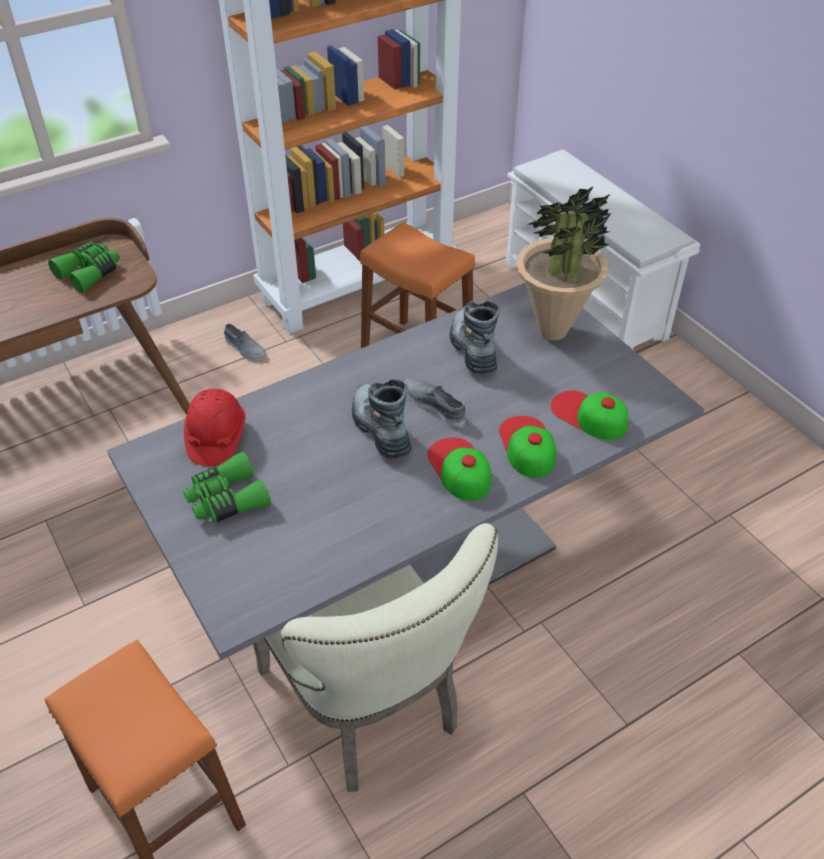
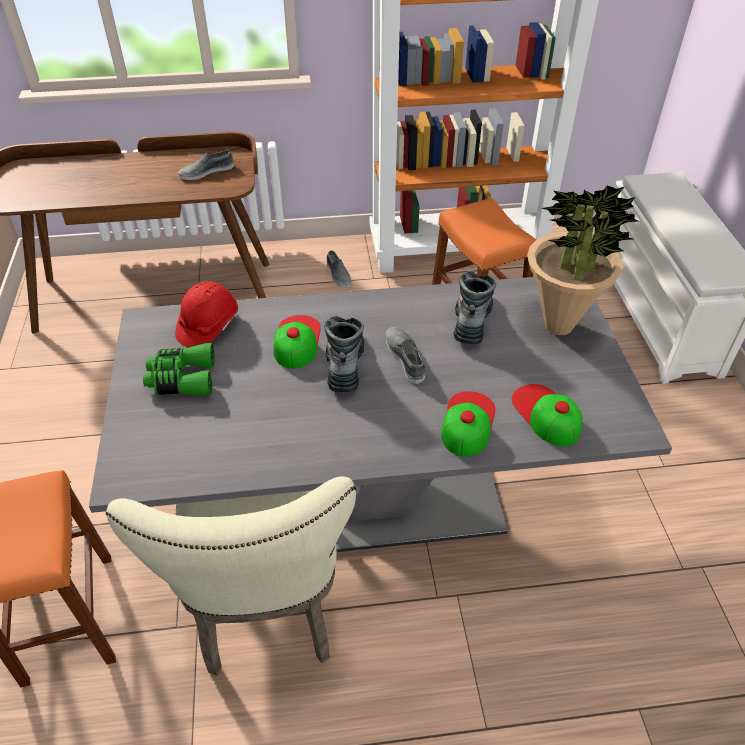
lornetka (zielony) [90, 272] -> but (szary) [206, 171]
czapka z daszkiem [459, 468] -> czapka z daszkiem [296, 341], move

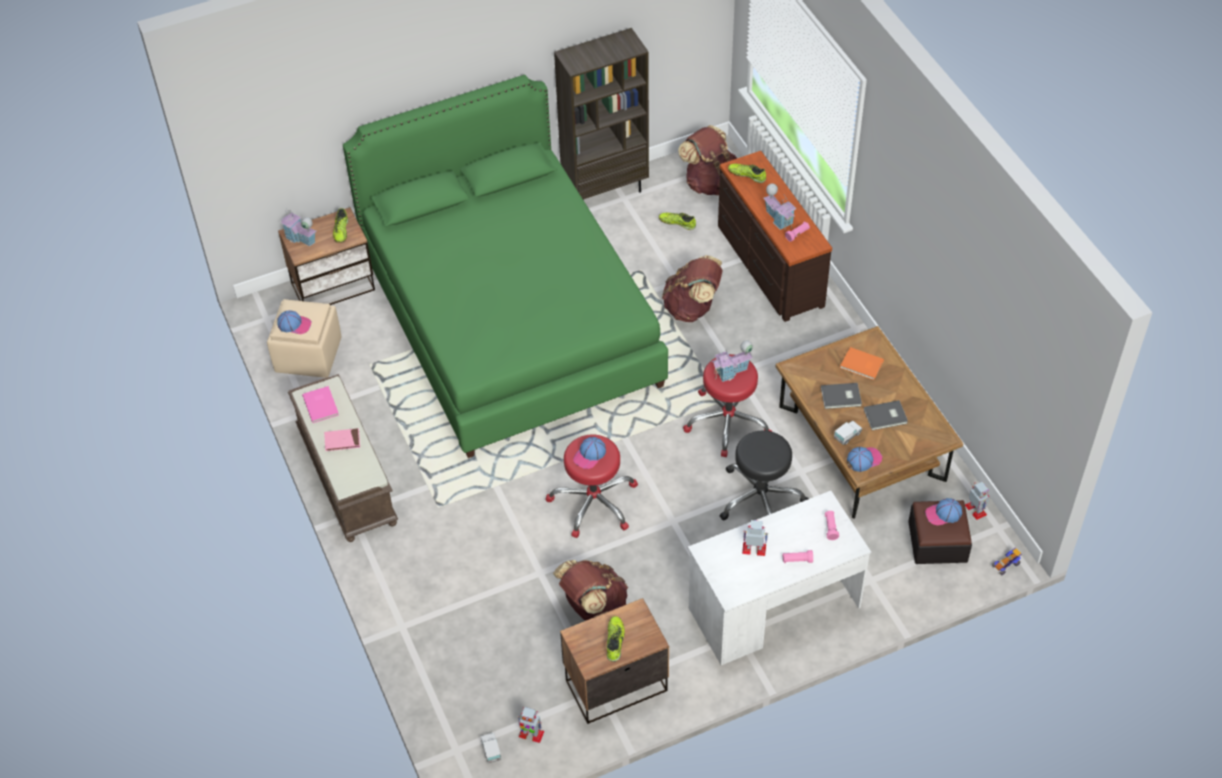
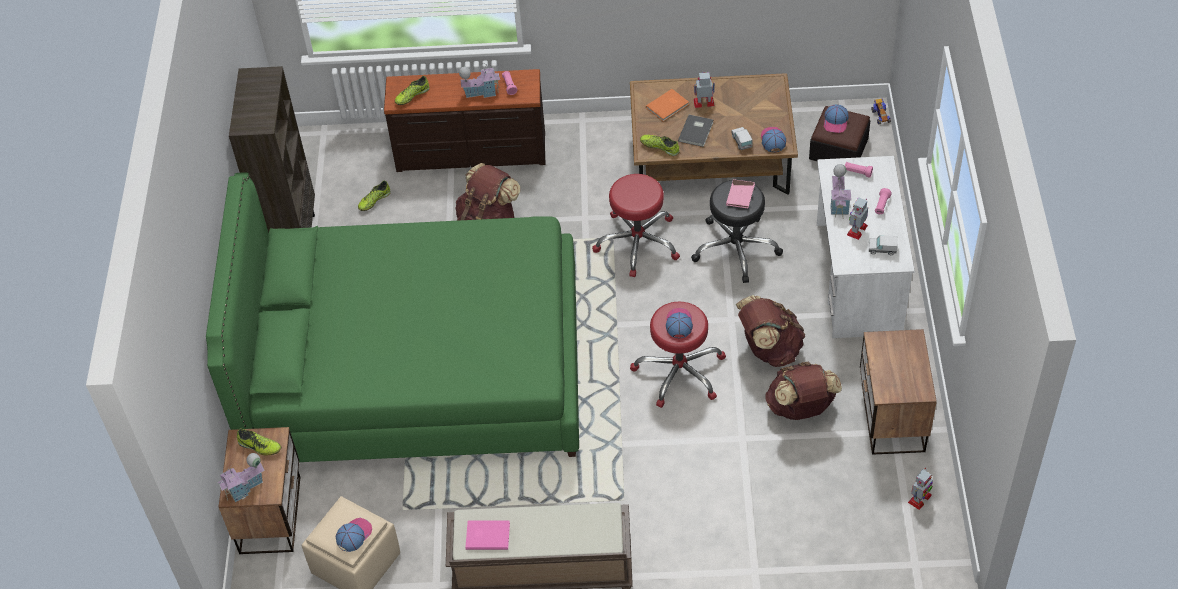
książka (różowy) [342, 441] -> książka (różowy) [740, 195], move
ciężarówka zabawkowa [491, 750] -> ciężarówka zabawkowa [882, 249], move
czapka z daszkiem [589, 455] -> czapka z daszkiem [678, 323], 150 degrees counterclockwise
but [615, 641] -> but [660, 147], move
plecak (brązowy) [710, 182] -> plecak (brązowy) [769, 349], move
domek [732, 371] -> domek [839, 203], move
książka (szary) [886, 417] -> none
robot zabawkowy [976, 510] -> robot zabawkowy [704, 102], move

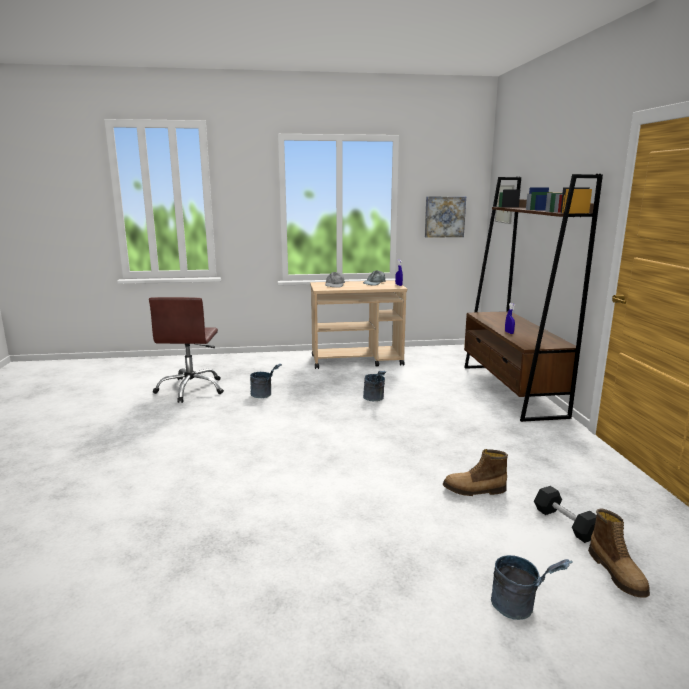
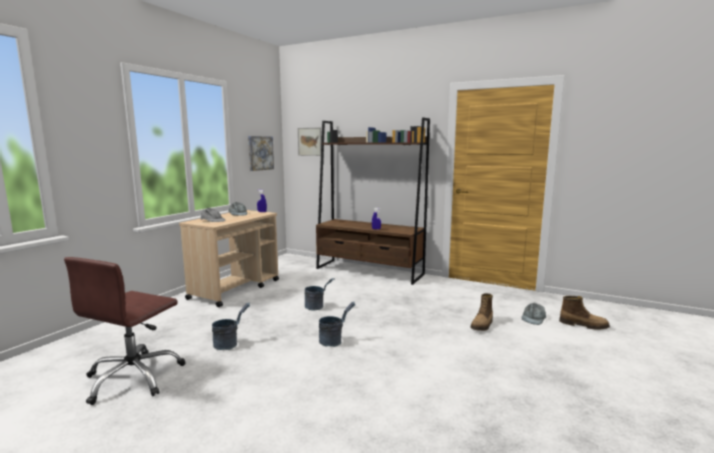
krzesło biurowe (brązowy) [191, 389] -> krzesło biurowe (brązowy) [134, 378], 75 degrees clockwise
wiadro (szary) [520, 607] -> wiadro (szary) [334, 341], move
hantel (czarny) [565, 523] -> czapka z daszkiem (szary) [533, 318]

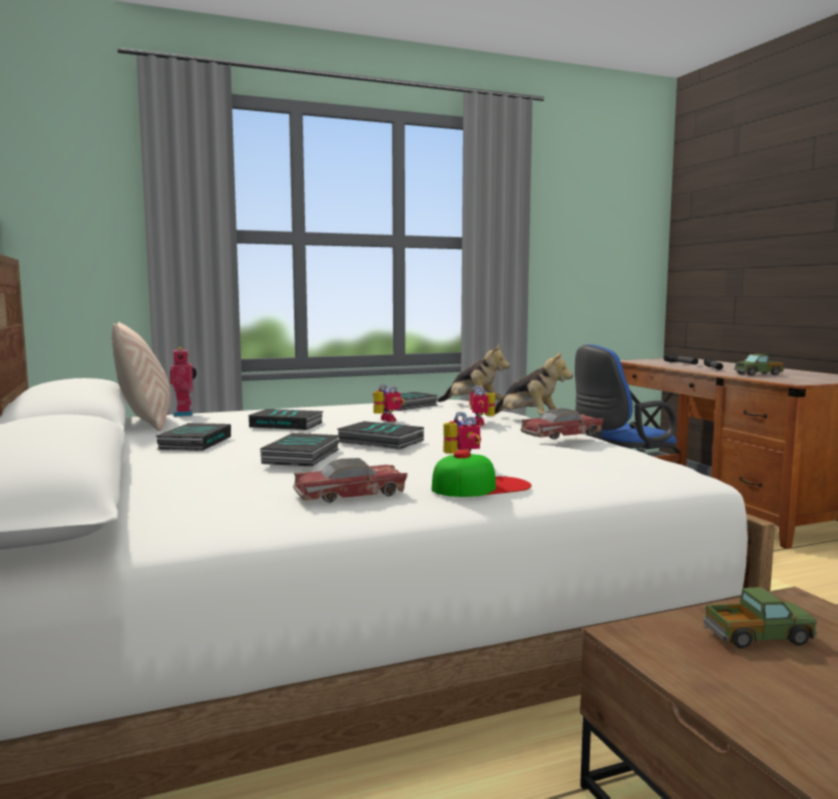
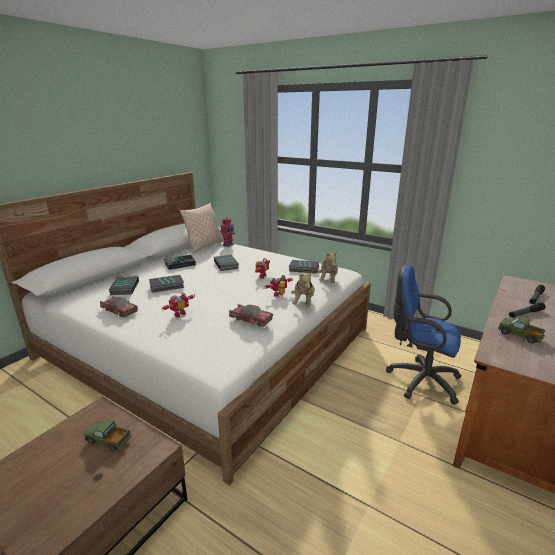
książka [379, 442] -> książka [124, 288], move
czapka z daszkiem [481, 486] -> none
ciężarówka zabawkowa [757, 637] -> ciężarówka zabawkowa [108, 440], 150 degrees clockwise

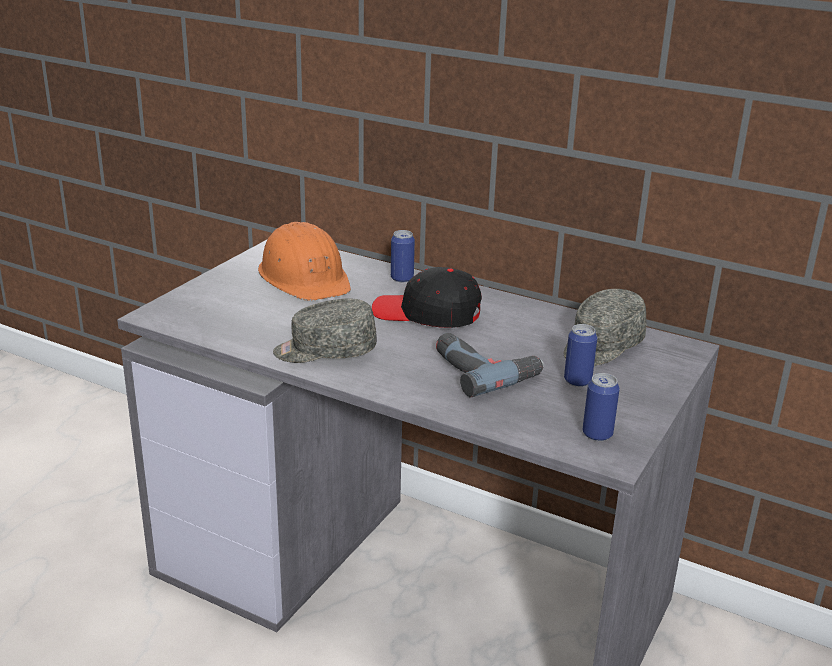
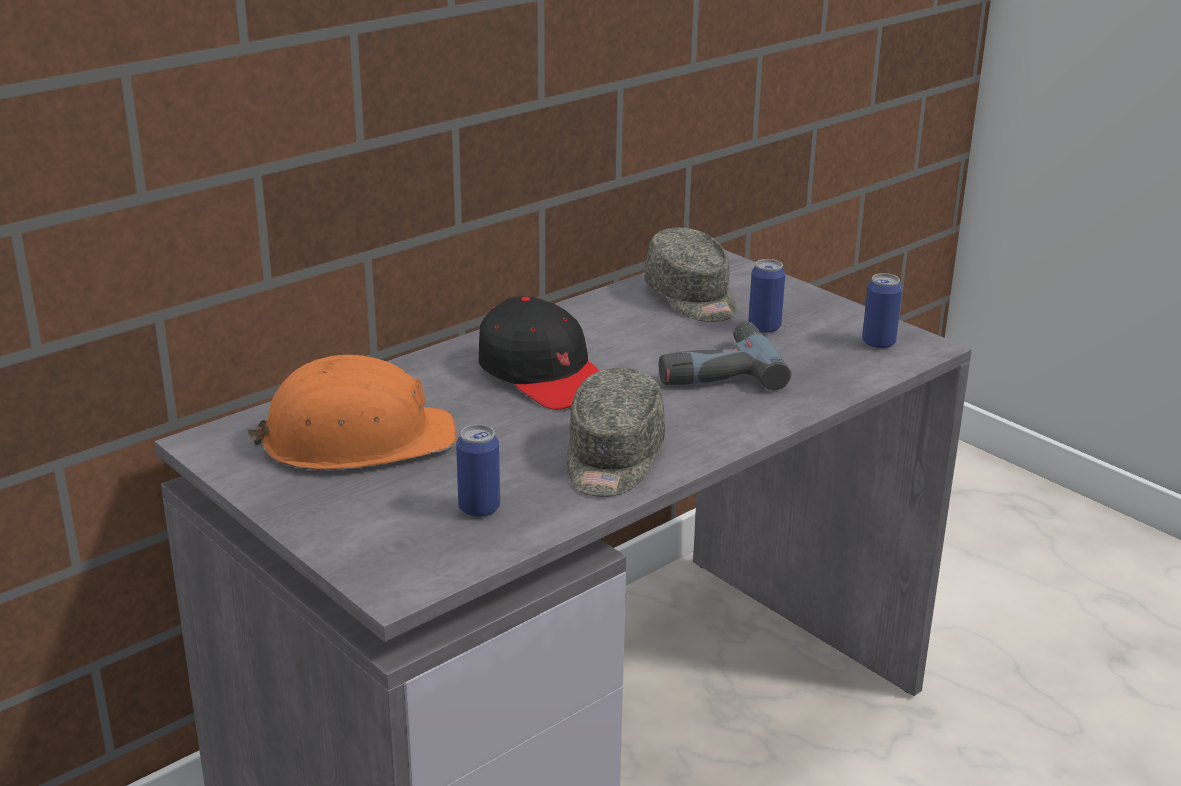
czapka z daszkiem (czarny) [427, 313] -> czapka z daszkiem (czarny) [544, 374], 75 degrees counterclockwise
puszka [402, 278] -> puszka [479, 508], move

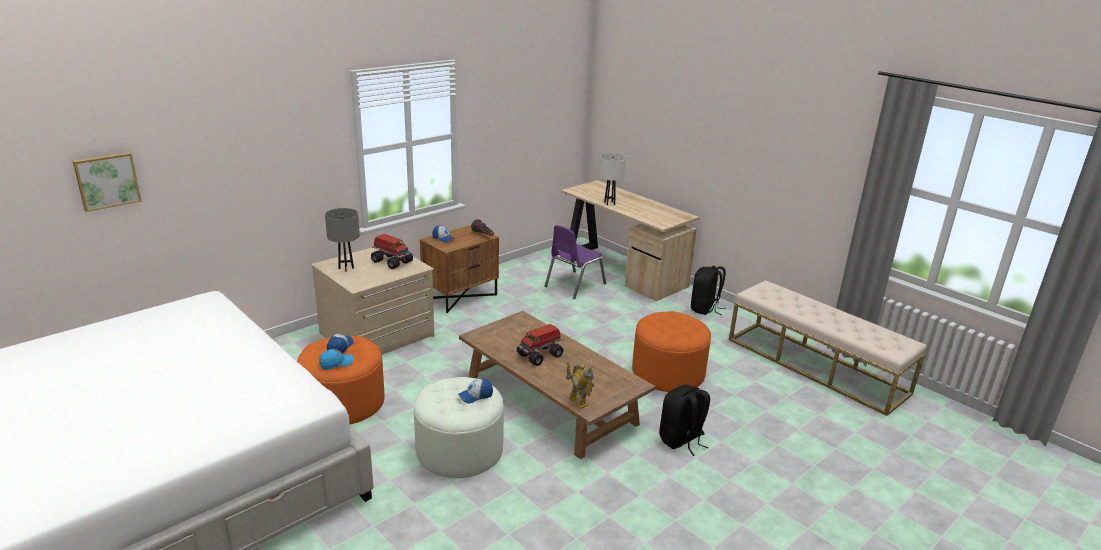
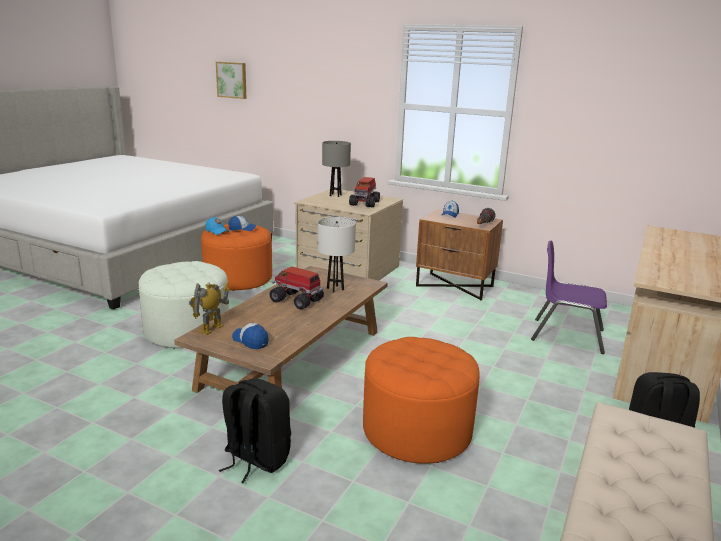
czapka z daszkiem [475, 396] -> czapka z daszkiem [250, 341], move
lampa stołowa (biały) [609, 203] -> lampa stołowa (biały) [335, 289], move

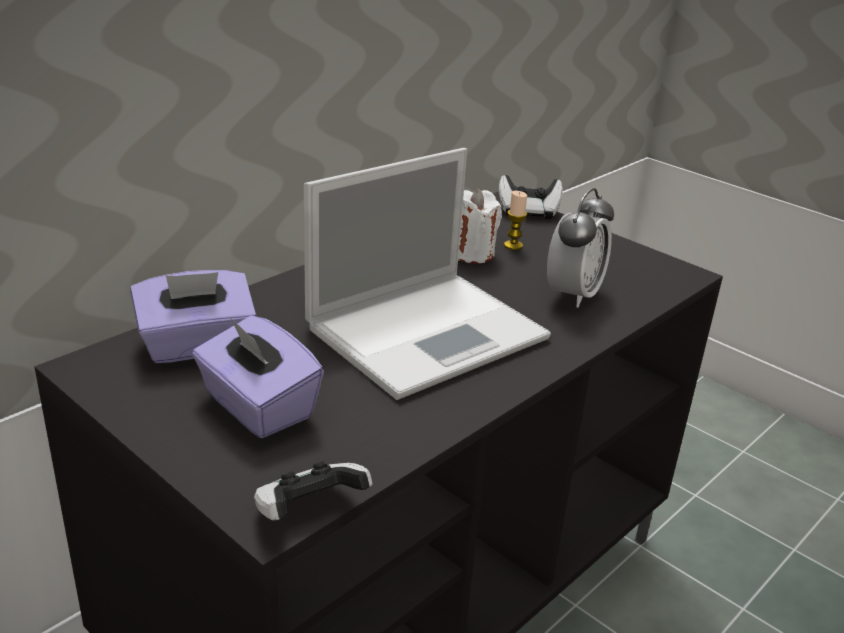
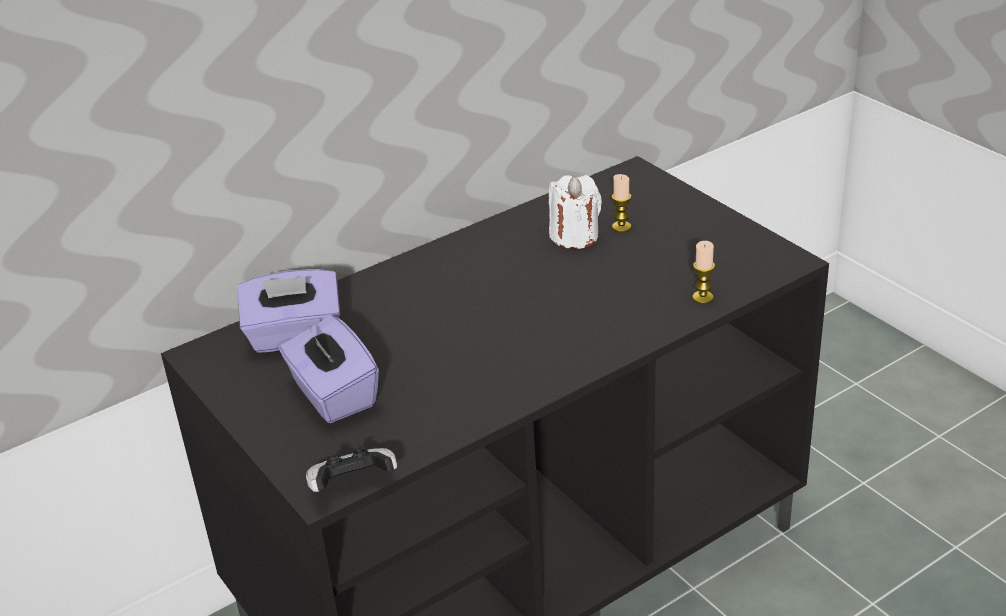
laptop [430, 331] -> none
pad do gier [528, 212] -> none
budzik [573, 294] -> none
none -> świeca [702, 298]

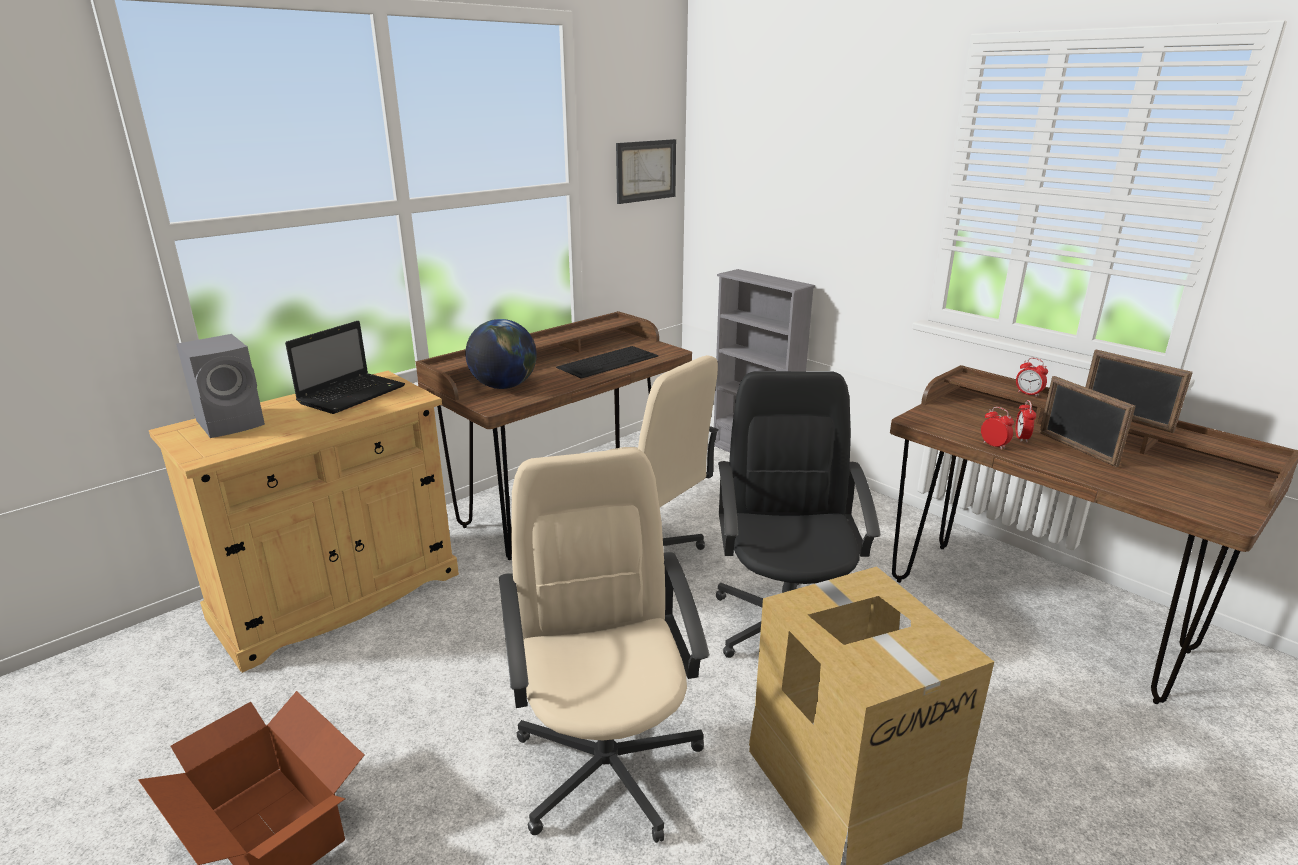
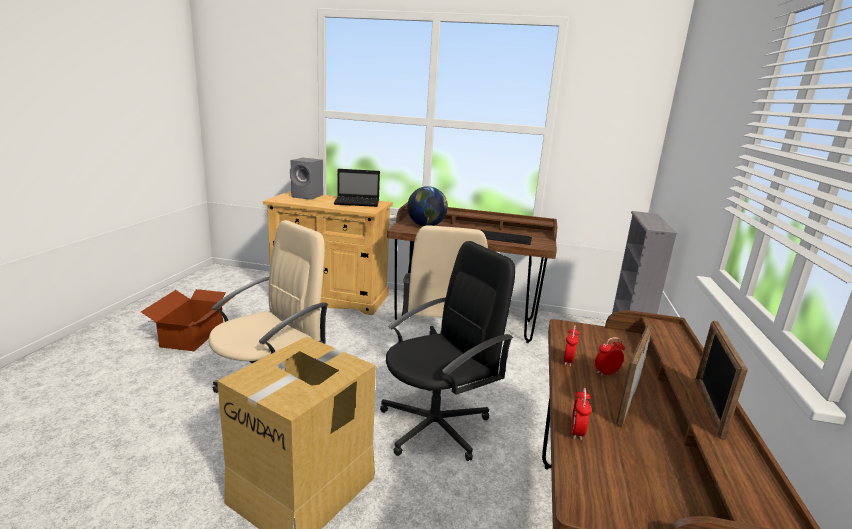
obraz [646, 171] -> none
budzik [1028, 394] -> budzik [577, 432], move

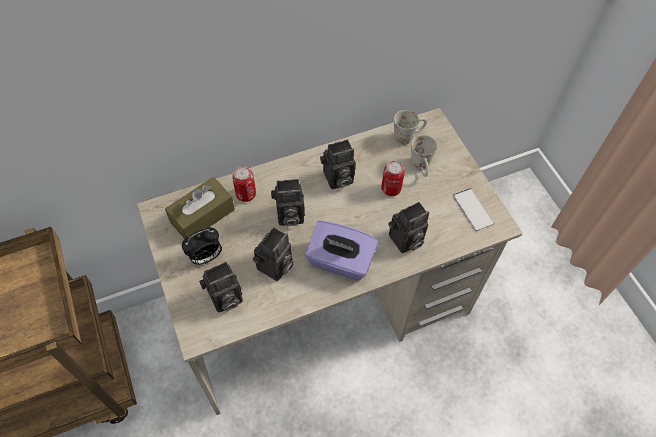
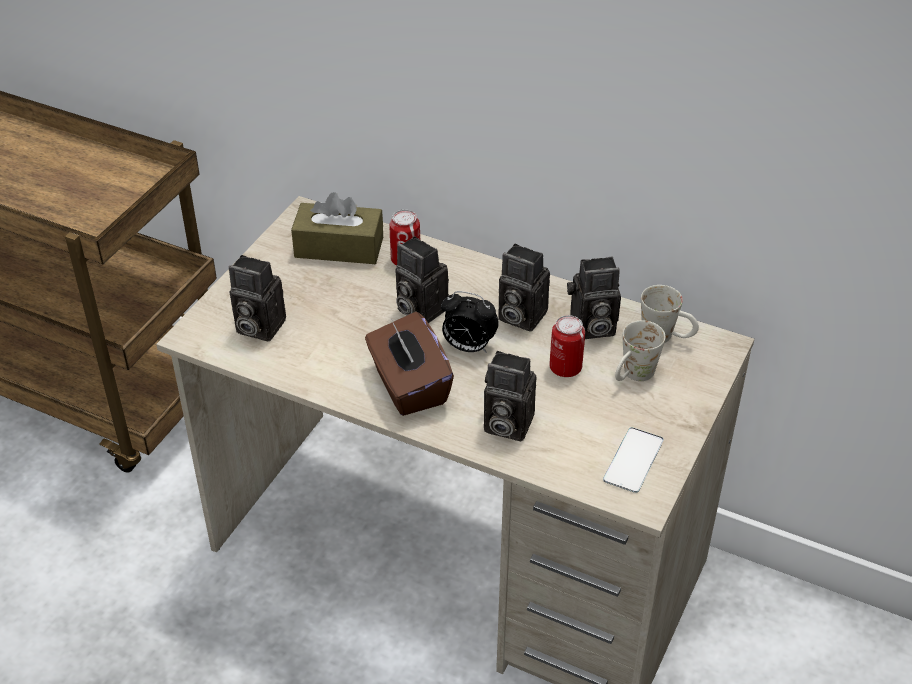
budzik [206, 257] -> budzik [468, 347], move
aparat fotograficzny [275, 268] -> aparat fotograficzny [590, 328], move
pudełko chusteczek (fioletowy) [340, 261] -> pudełko chusteczek (brązowy) [408, 386]

